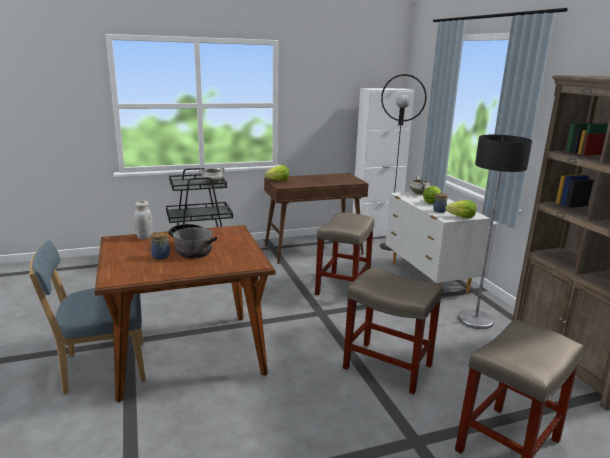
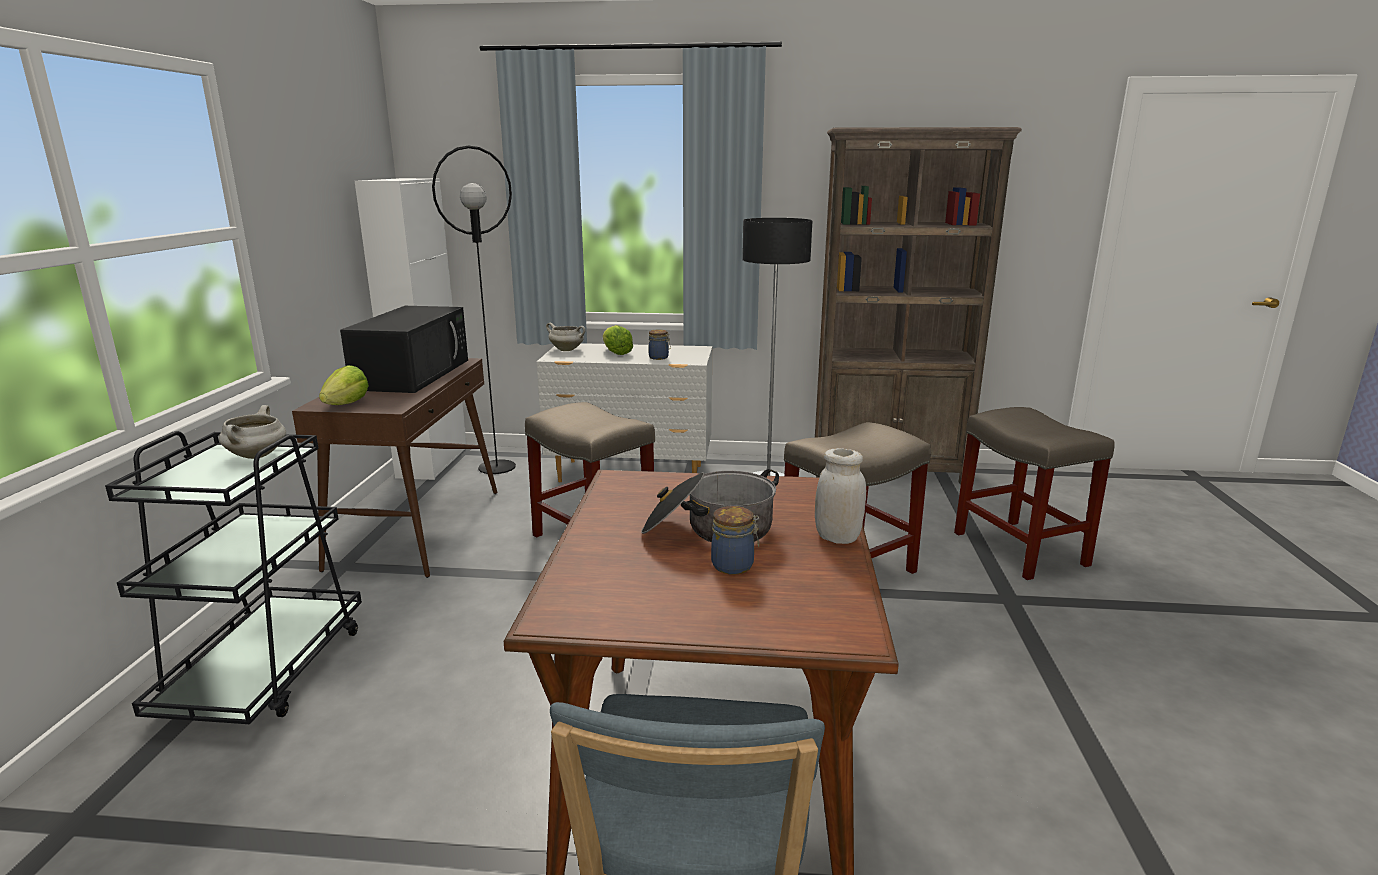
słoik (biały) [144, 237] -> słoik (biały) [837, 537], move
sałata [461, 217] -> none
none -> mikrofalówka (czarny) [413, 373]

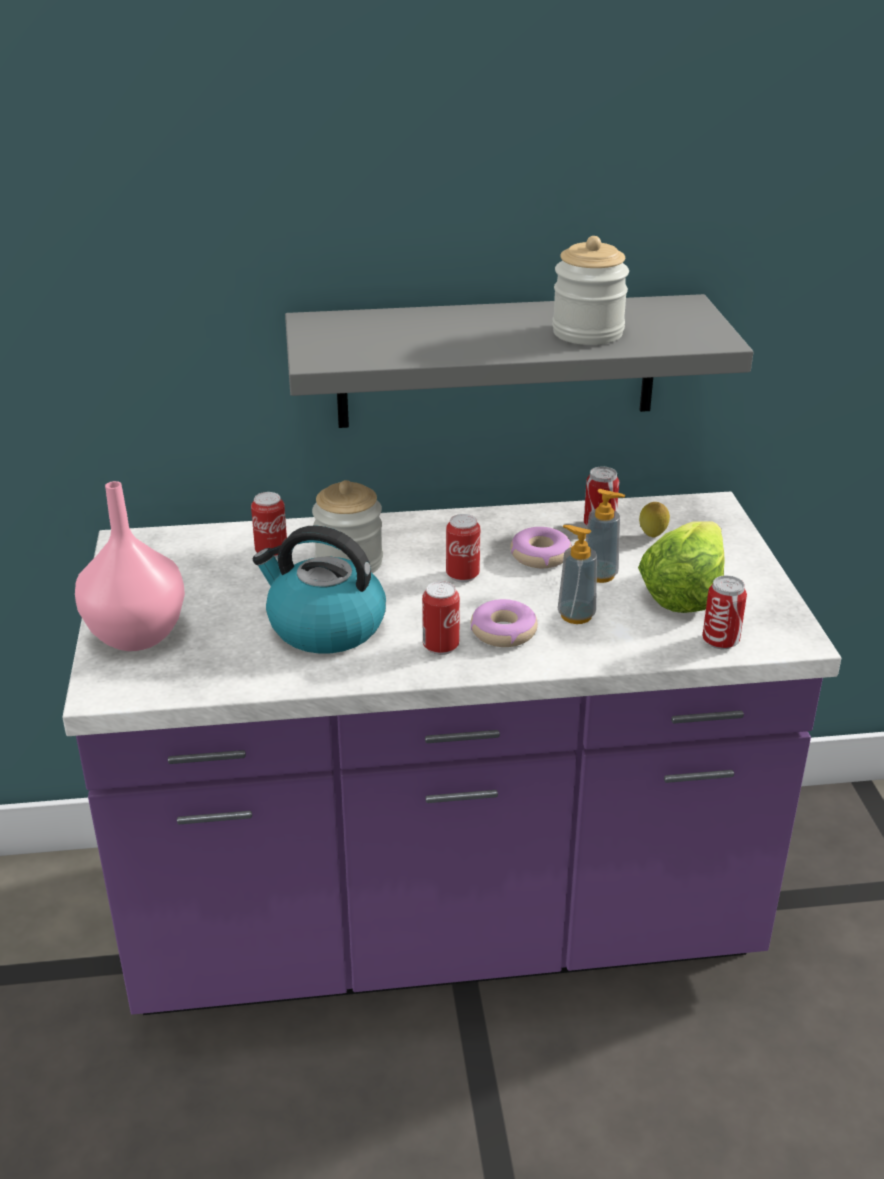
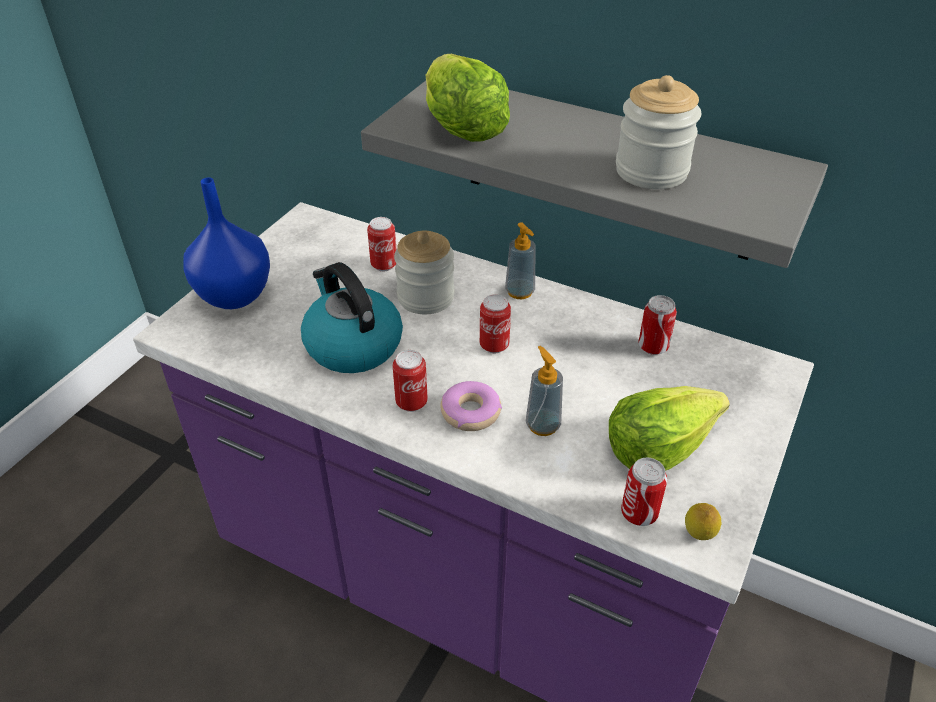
wazon (różowy) [138, 634] -> wazon (niebieski) [236, 295]
donut [540, 556] -> none
dozownik mydła [600, 575] -> dozownik mydła [520, 292], move
cytryna [652, 537] -> cytryna [698, 536], move
none -> sałata [461, 126]

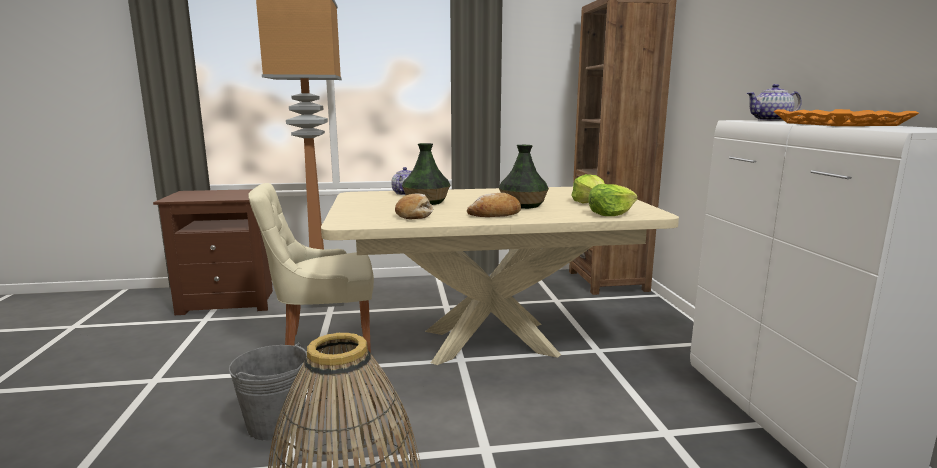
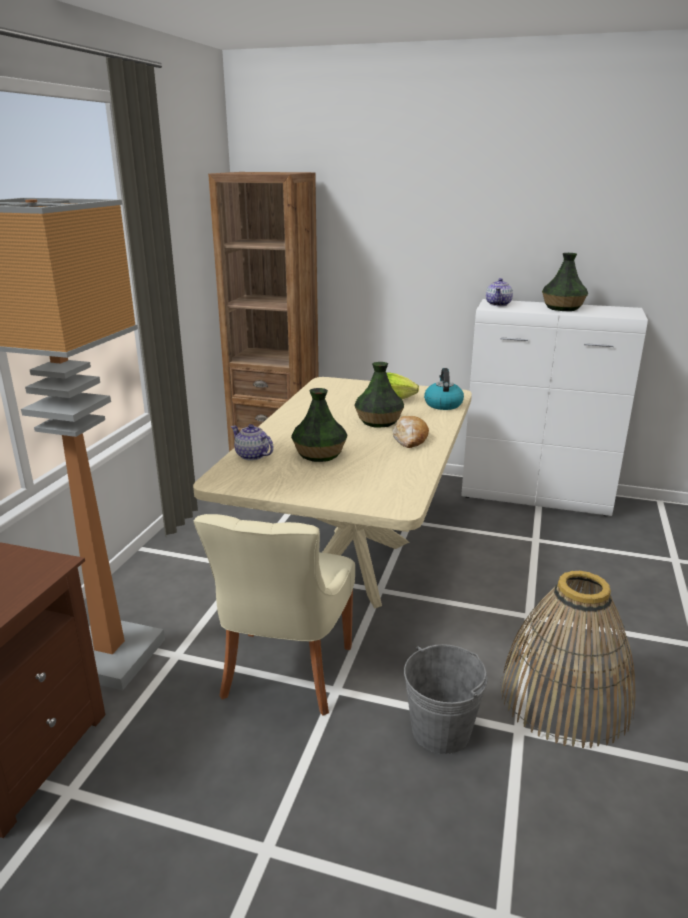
chleb [414, 215] -> none
sałata [610, 214] -> czajnik [443, 404]
taca (pomarańczowy) [840, 124] -> wazon [563, 308]

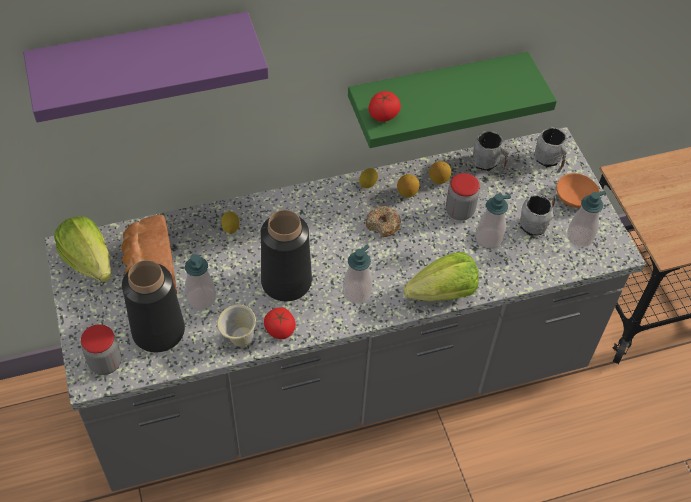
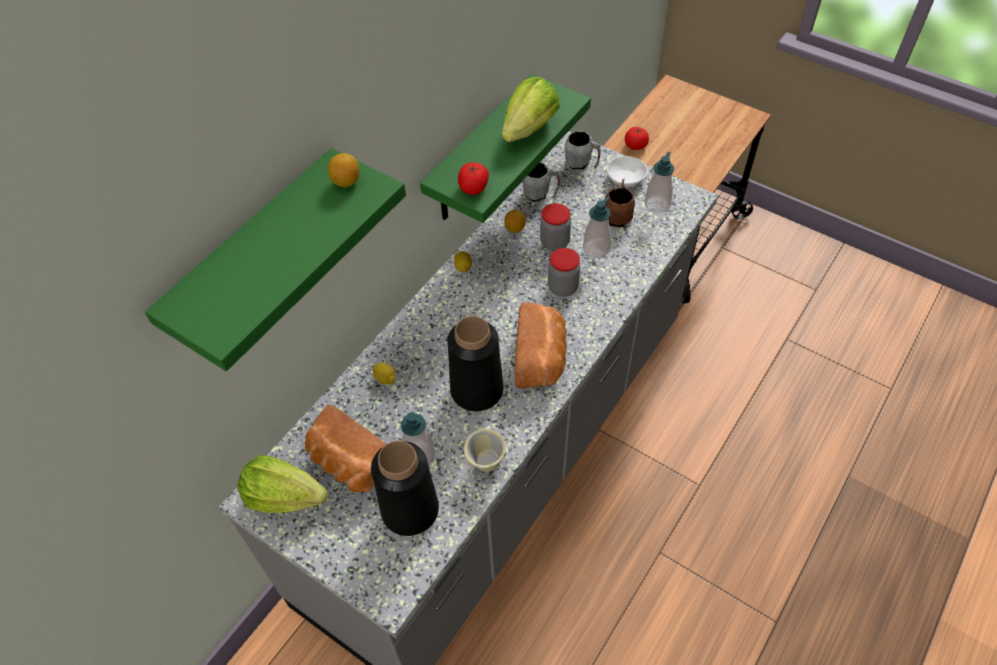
półka (fioletowy) [143, 62] -> półka (zielony) [256, 256]
słoik [105, 363] -> słoik [563, 287], move
pomidor [280, 330] -> pomidor [635, 145], move
dozownik mydła [357, 292] -> chleb [541, 358]
donut [383, 225] -> none
cytryna [407, 193] -> cytryna [346, 182], move
sałata [443, 293] -> sałata [529, 128], move
kubek (szary) [536, 224] -> kubek (brązowy) [618, 215]
miska (pomarańczowy) [576, 198] -> miska (biały) [626, 178]

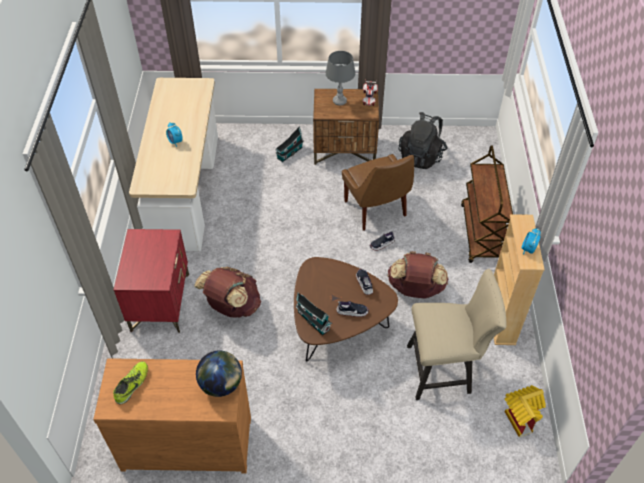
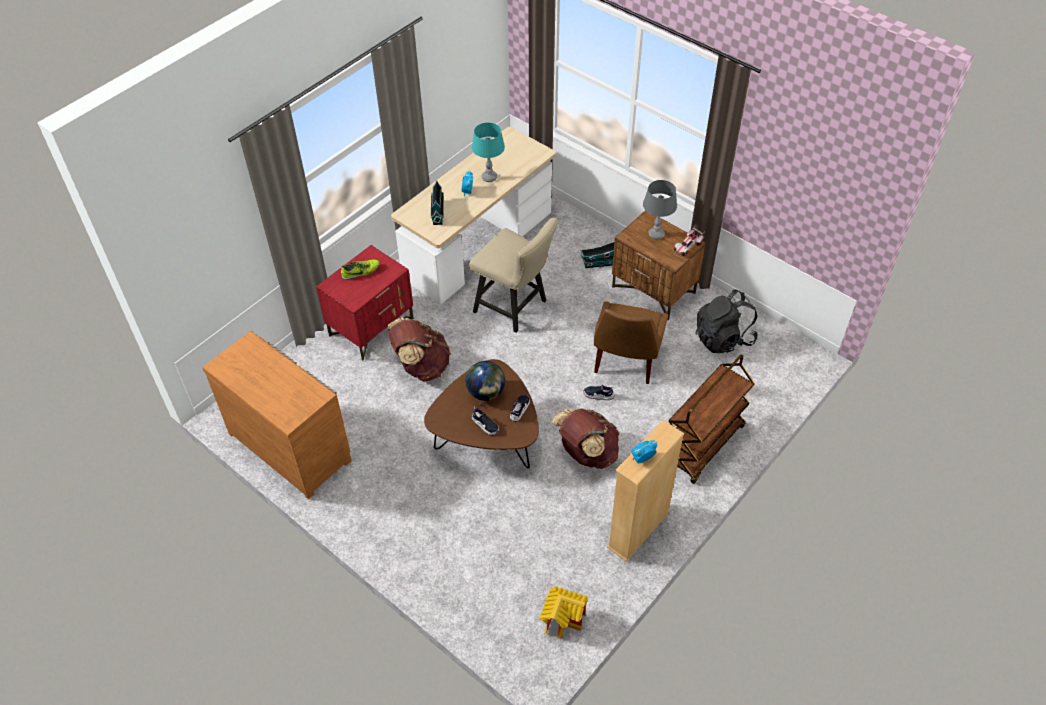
but [132, 384] -> but [361, 272], move
globus [221, 384] -> globus [486, 393], move
domek [312, 320] -> domek [437, 211], move
krzesło (beżowy) [444, 370] -> krzesło (beżowy) [515, 308], move
none -> lampa stołowa (turkusowy) [489, 177]

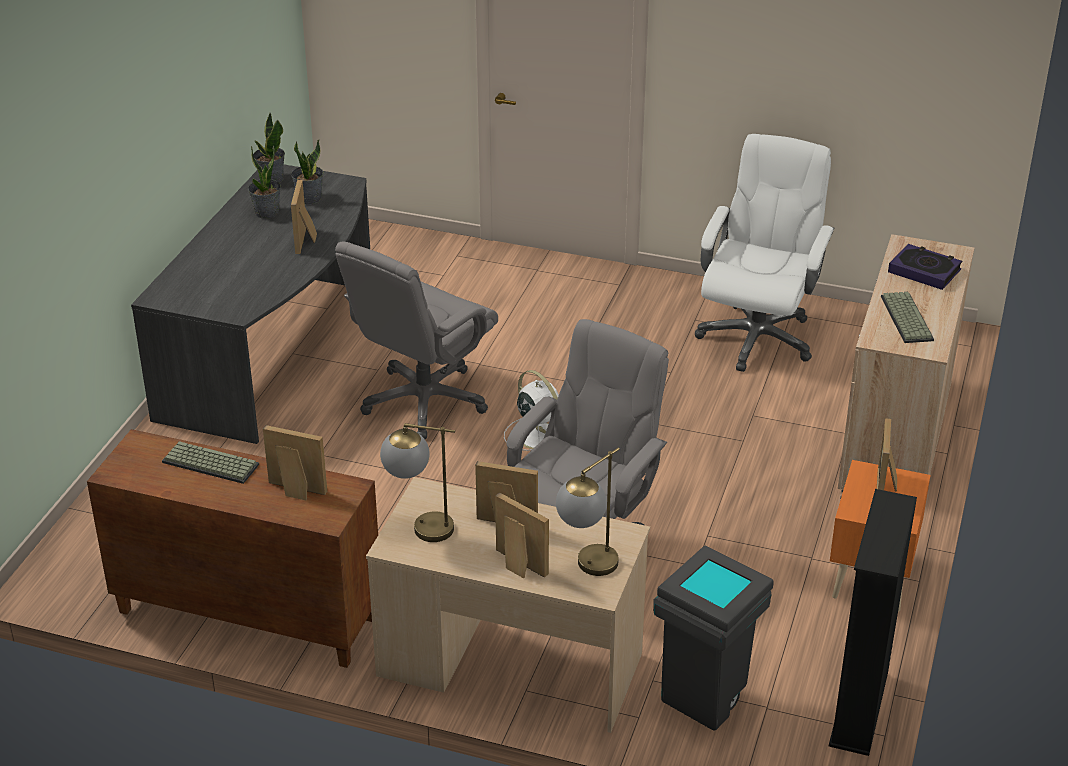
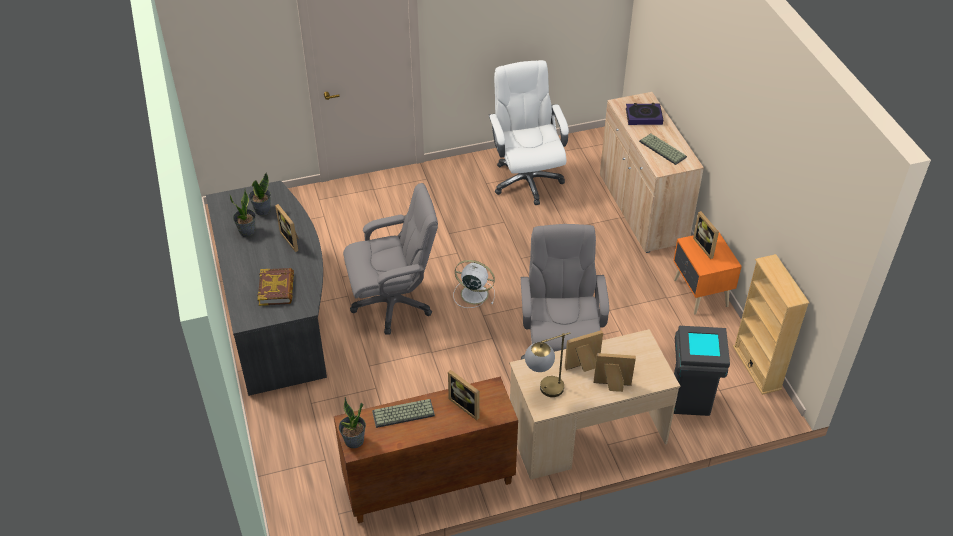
roślina doniczkowa [271, 179] -> roślina doniczkowa [354, 440], move
ramka na zdjęcie [294, 491] -> ramka na zdjęcie [467, 405], 120 degrees counterclockwise
krzesło biurowe (szary) [424, 402] -> krzesło biurowe (szary) [393, 303], 105 degrees counterclockwise
lampa stołowa [588, 570] -> none
regał (czarny) [859, 709] -> regał (beżowy) [757, 367]
none -> książka [277, 289]

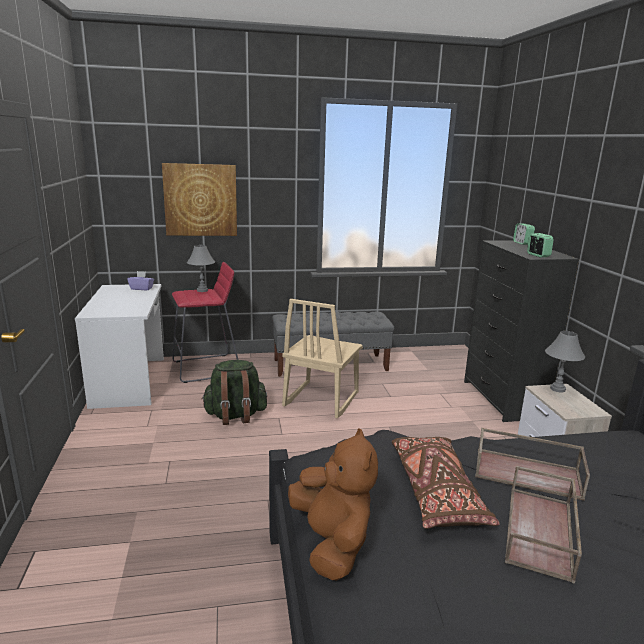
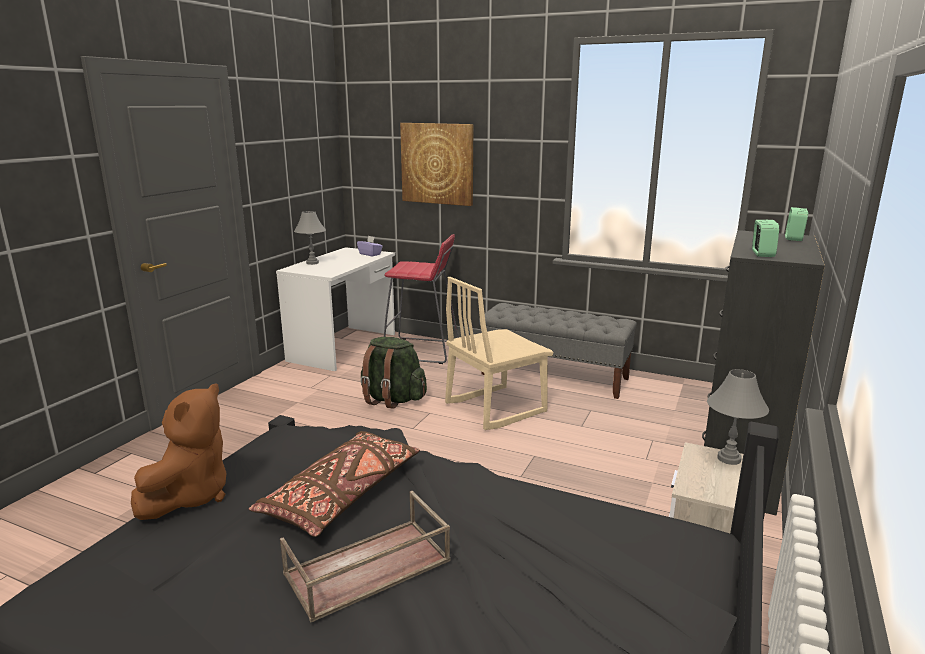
lampa stołowa (szary) [202, 290] -> lampa stołowa (szary) [312, 263], move
taca (brązowy) [528, 473] -> none

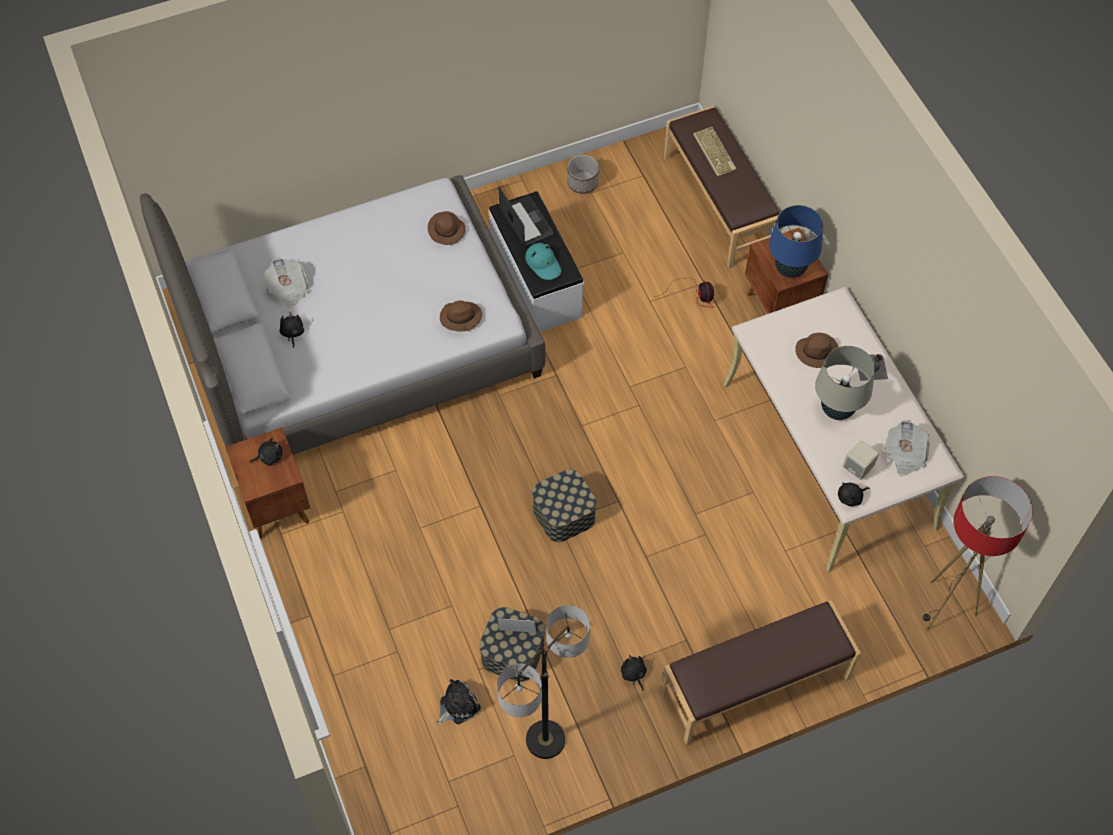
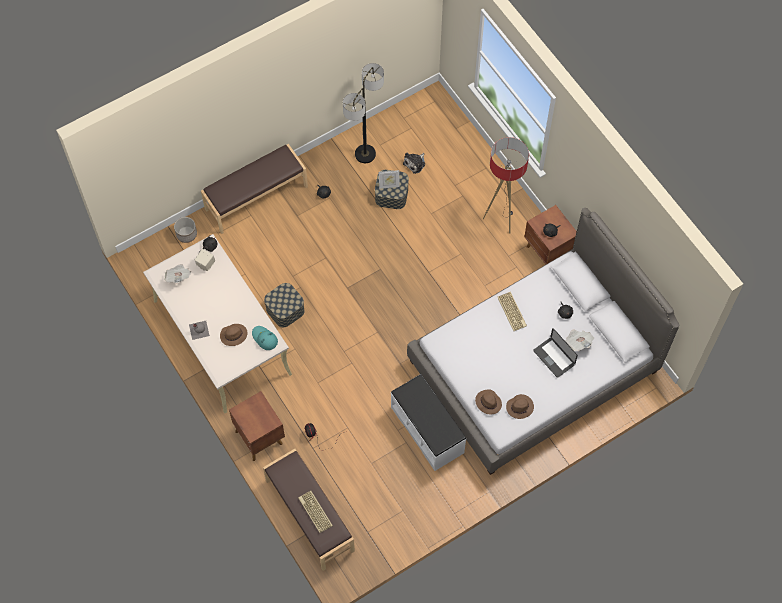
kapelusz (brązowy) [460, 318] -> kapelusz (brązowy) [520, 407], move
laptop [526, 222] -> laptop [554, 358], move
kapelusz (turkusowy) [543, 263] -> kapelusz (turkusowy) [264, 338], move
pojemnik do przechowywania [564, 514] -> pojemnik do przechowywania [285, 310], move
donica [583, 183] -> donica [186, 234], move
lampa stołowa (niebieski) [790, 269] -> none
lampa stołowa (beżowy) [837, 409] -> none
lampa stojąca [944, 609] -> lampa stojąca [501, 219], move
none -> klawiatura [512, 311]

